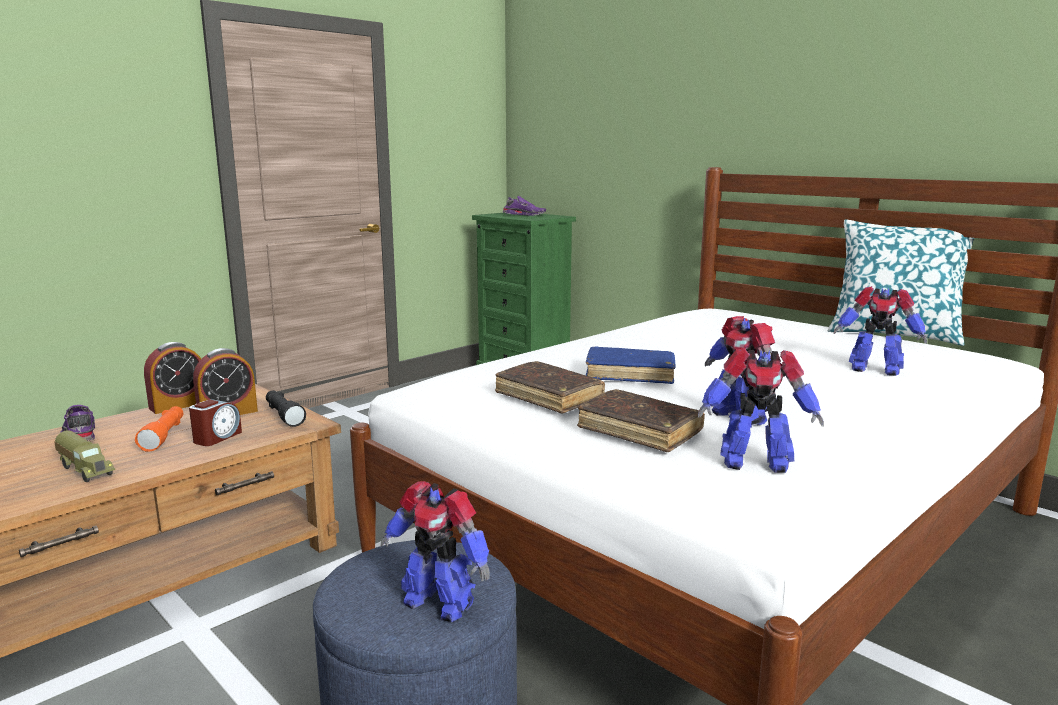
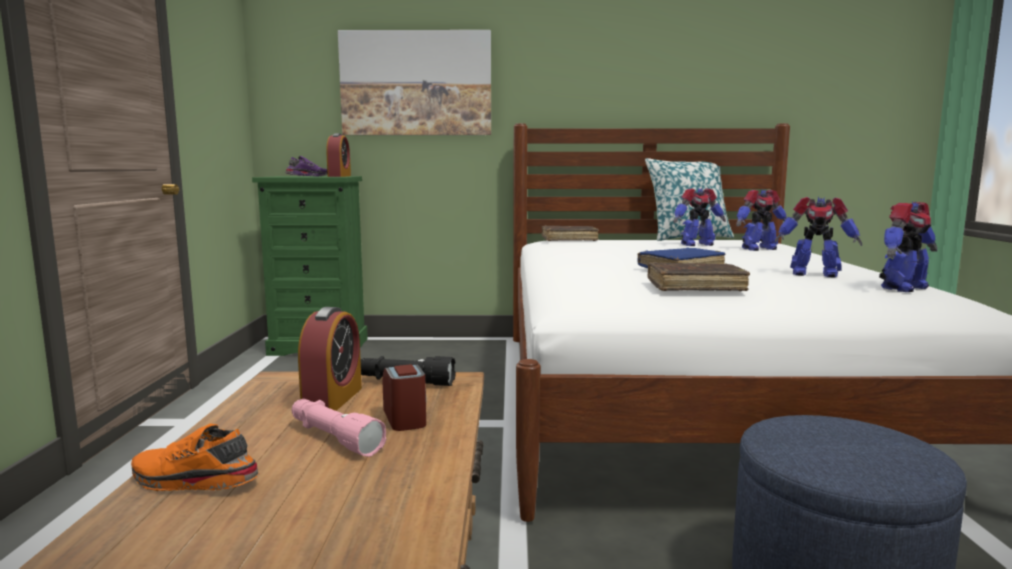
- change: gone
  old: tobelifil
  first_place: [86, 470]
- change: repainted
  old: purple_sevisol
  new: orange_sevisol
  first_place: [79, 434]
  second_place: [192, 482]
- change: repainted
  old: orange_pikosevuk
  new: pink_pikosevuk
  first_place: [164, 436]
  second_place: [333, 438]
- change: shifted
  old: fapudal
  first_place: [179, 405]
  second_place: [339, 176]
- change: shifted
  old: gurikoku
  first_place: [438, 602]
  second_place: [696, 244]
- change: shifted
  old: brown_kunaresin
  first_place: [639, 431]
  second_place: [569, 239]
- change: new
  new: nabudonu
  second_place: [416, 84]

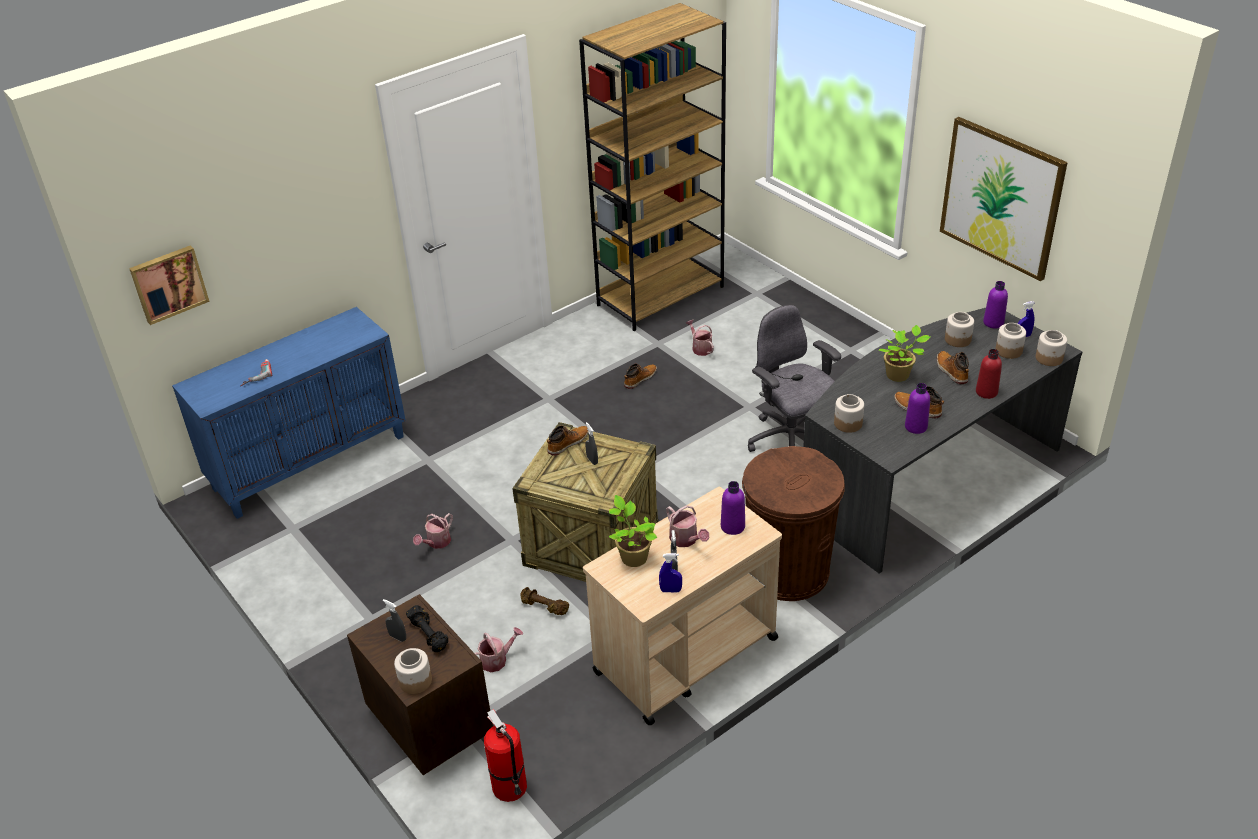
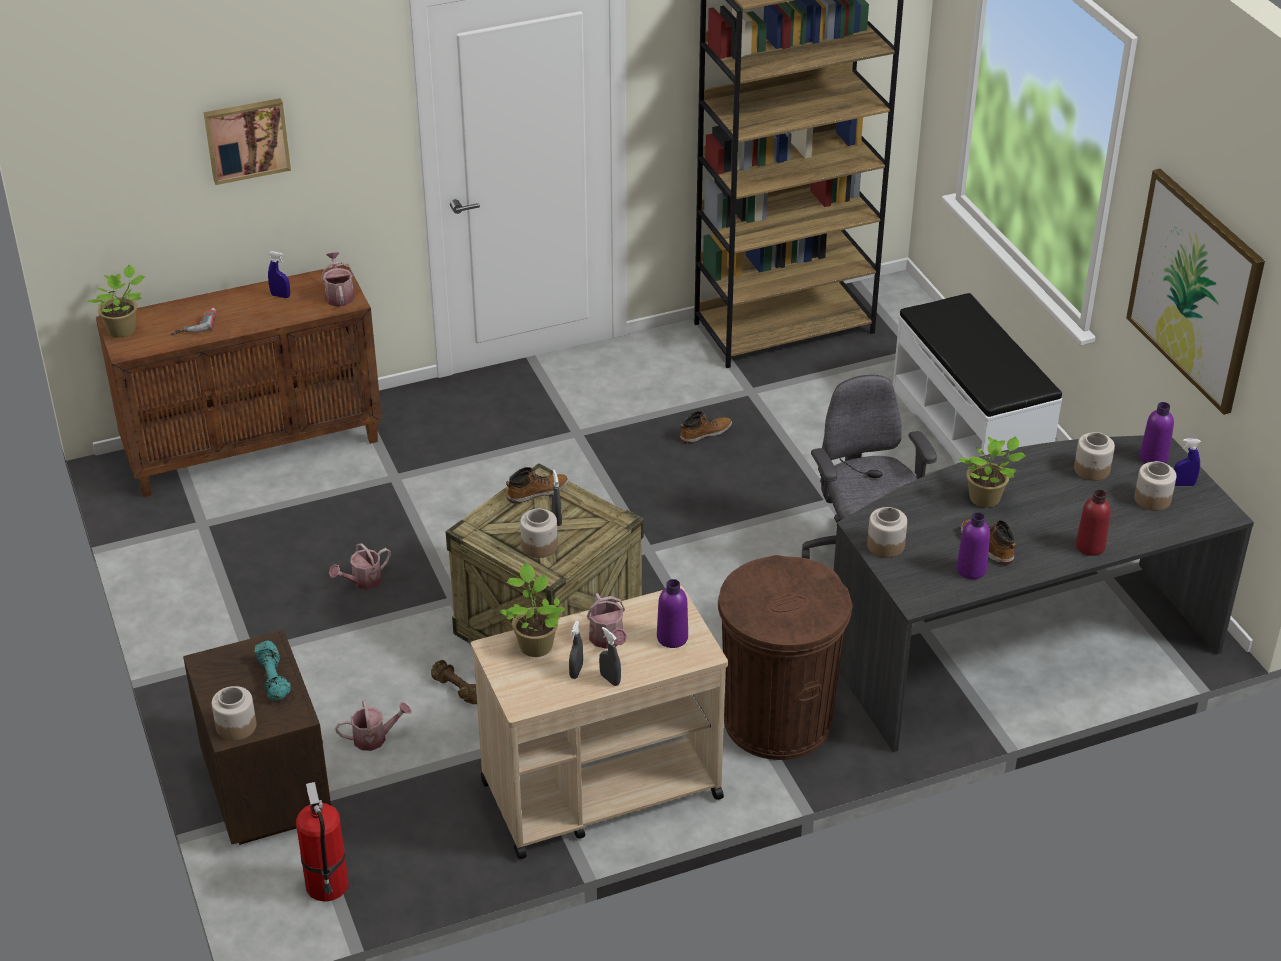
- change: shifted
  old: nabudonu
  first_place: [168, 283]
  second_place: [246, 139]
- change: repainted
  old: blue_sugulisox
  new: brown_sugulisox
  first_place: [310, 461]
  second_place: [255, 447]
- change: shifted
  old: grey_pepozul
  first_place: [397, 637]
  second_place: [610, 679]
- change: repainted
  old: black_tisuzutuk
  new: turquoise_tisuzutuk
  first_place: [429, 634]
  second_place: [274, 679]
- change: shifted
  old: blue_pepozul
  first_place: [670, 590]
  second_place: [280, 296]
- change: shifted
  old: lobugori
  first_place: [700, 348]
  second_place: [339, 295]
- change: gone
  old: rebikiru
  first_place: [951, 371]
- change: shifted
  old: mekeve
  first_place: [1049, 358]
  second_place: [539, 546]
- change: new
  new: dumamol
  second_place: [124, 330]
- change: new
  new: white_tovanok
  second_place: [970, 430]

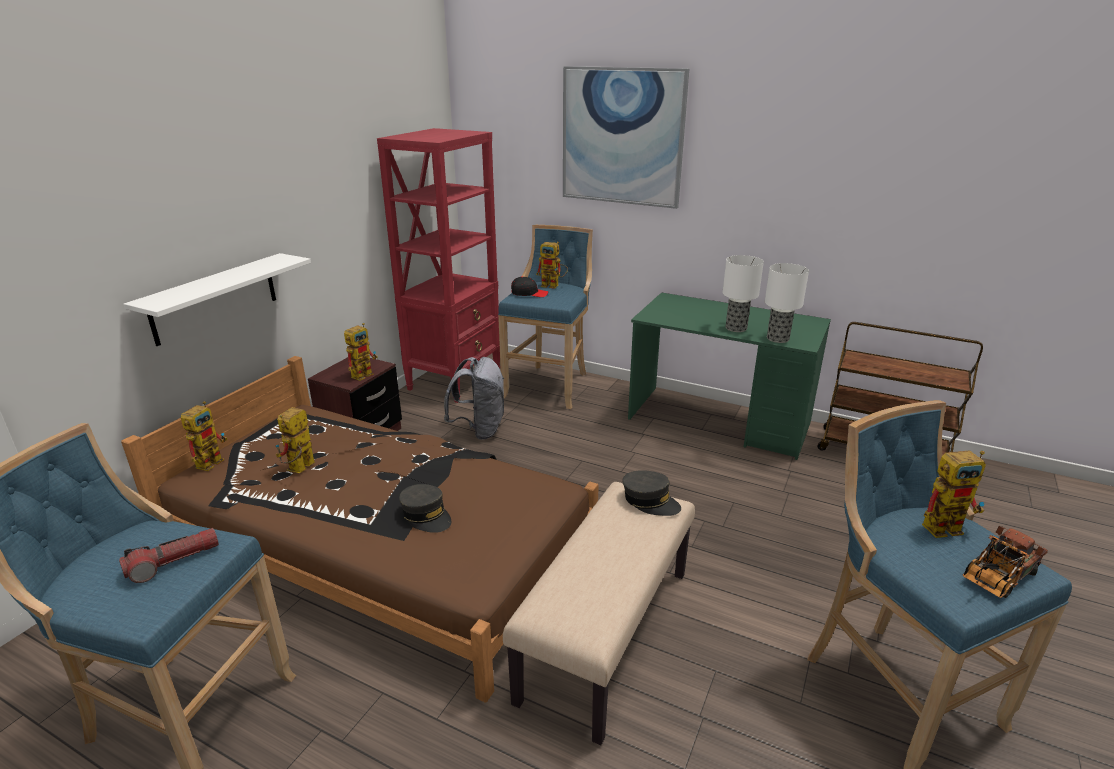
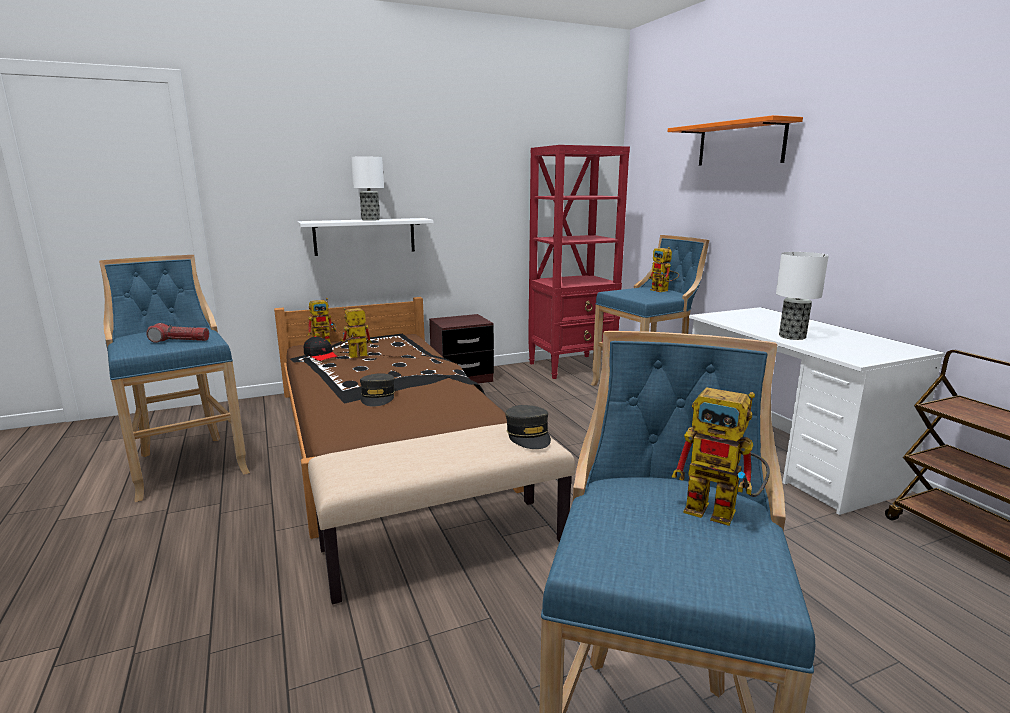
- change: gone
  old: gurikoku
  first_place: [364, 373]
- change: gone
  old: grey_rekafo
  first_place: [479, 430]
- change: shifted
  old: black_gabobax
  first_place: [529, 293]
  second_place: [320, 355]
- change: swapped
  old: nabudonu
  new: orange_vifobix
  first_place: [622, 137]
  second_place: [740, 144]
- change: repainted
  old: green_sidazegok
  new: white_sidazegok
  first_place: [719, 421]
  second_place: [783, 457]
- change: shifted
  old: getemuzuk
  first_place: [777, 338]
  second_place: [370, 219]
- change: gone
  old: tobelifil
  first_place: [996, 578]

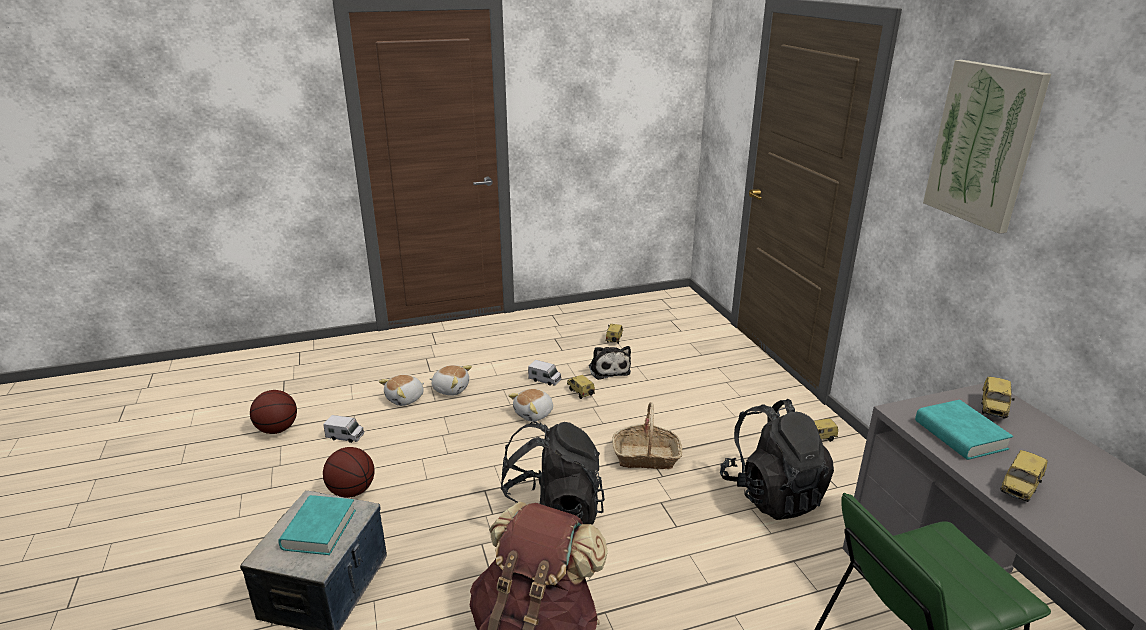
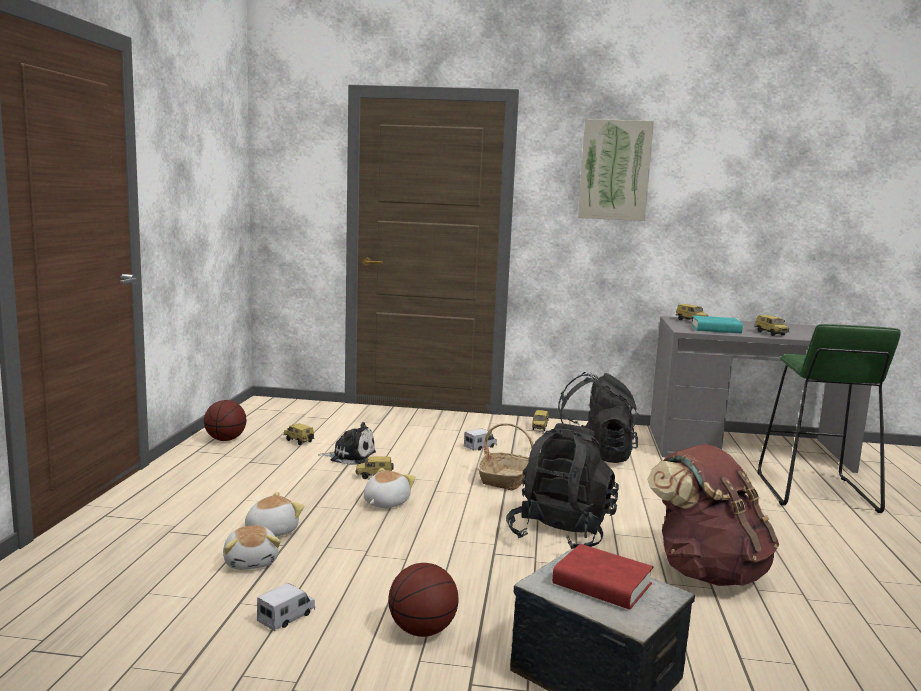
- change: shifted
  old: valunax
  first_place: [277, 429]
  second_place: [225, 439]
- change: repainted
  old: turquoise_kunaresin
  new: red_kunaresin
  first_place: [319, 529]
  second_place: [602, 584]
- change: rotated
  old: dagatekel
  first_place: [534, 414]
  second_place: [385, 503]
  degrees: -135
- change: shifted
  old: tobelifil
  first_place: [545, 380]
  second_place: [480, 447]

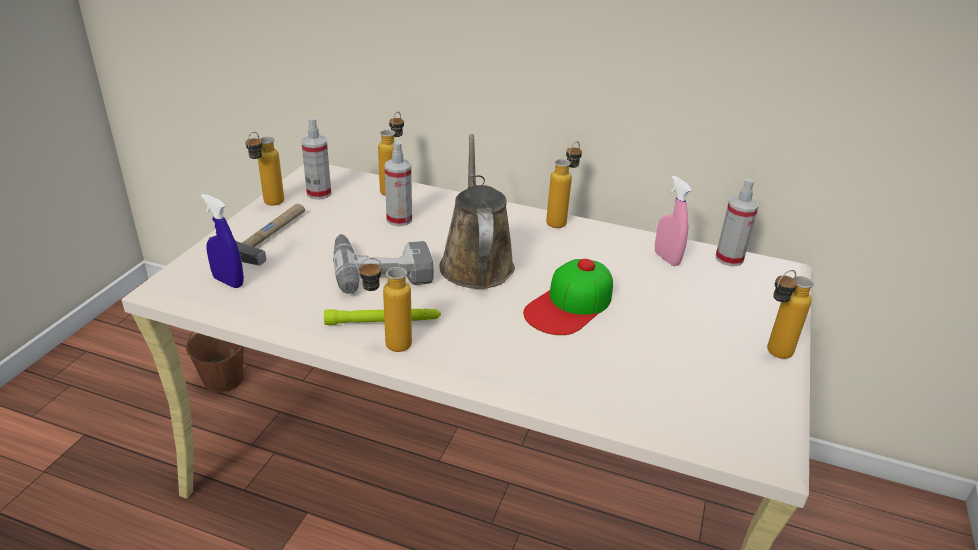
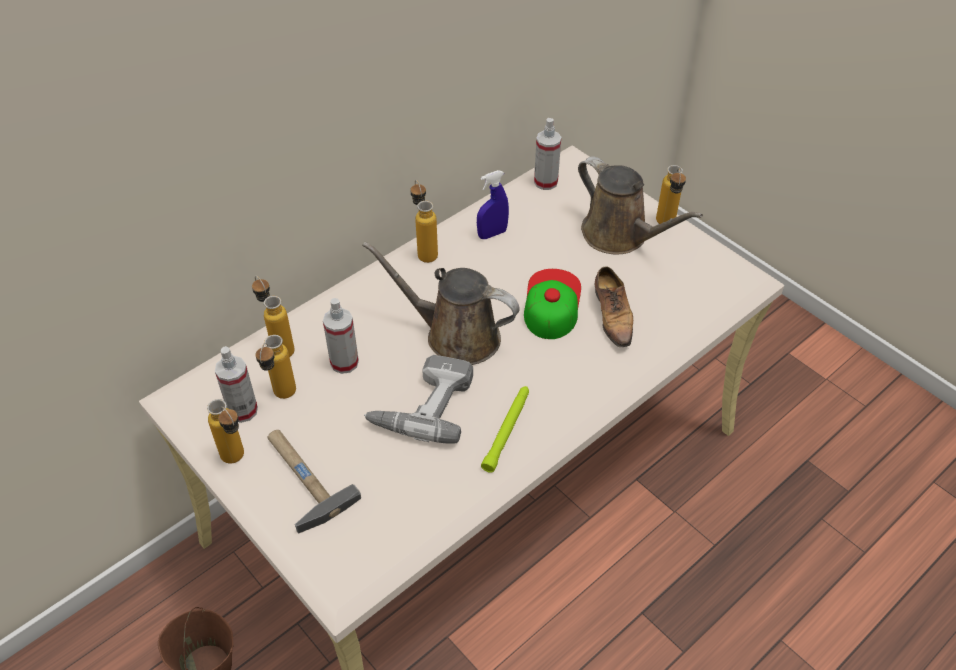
- change: shifted
  old: blue_pepozul
  first_place: [228, 282]
  second_place: [492, 234]
- change: shifted
  old: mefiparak
  first_place: [387, 346]
  second_place: [281, 398]
- change: rotated
  old: gabobax
  first_place: [570, 305]
  second_place: [551, 303]
  degrees: -150
- change: gone
  old: pink_pepozul
  first_place: [666, 258]
- change: new
  new: brown_lobugori
  second_place: [620, 235]
- change: new
  new: sevisol
  second_place: [613, 315]

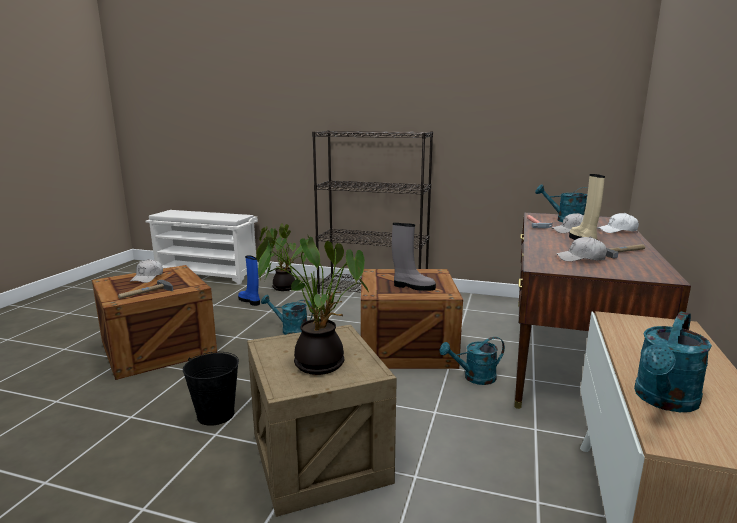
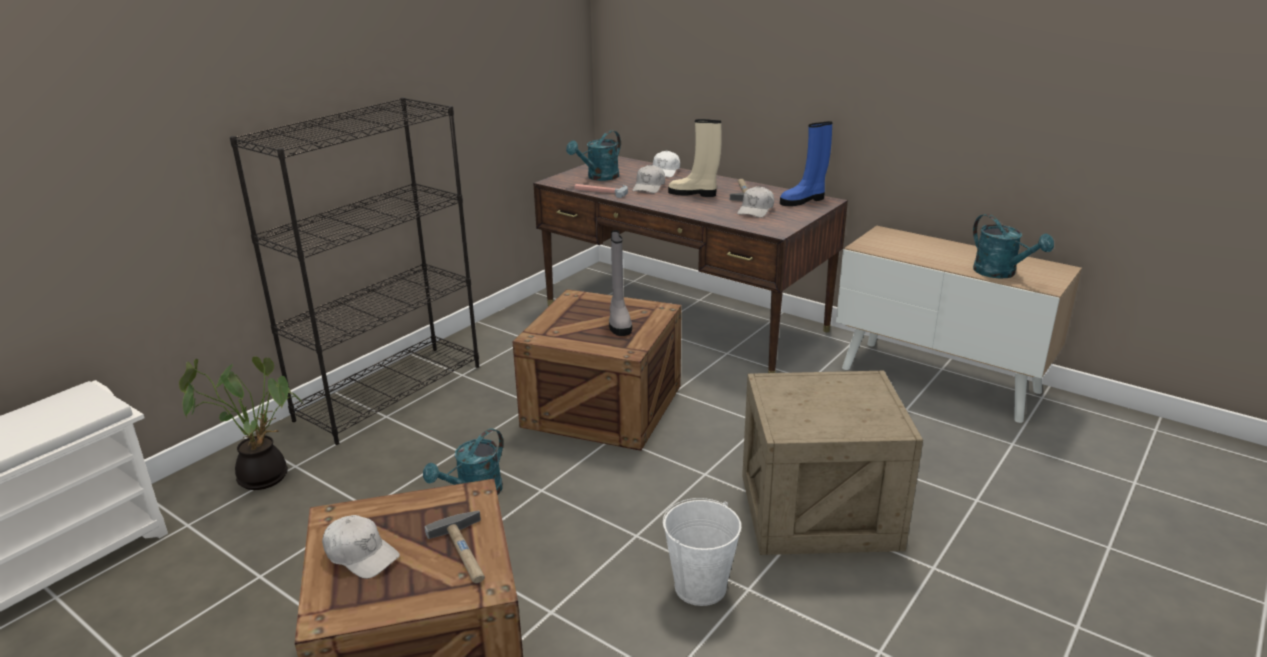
- change: repainted
  old: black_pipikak
  new: white_pipikak
  first_place: [215, 414]
  second_place: [701, 587]
- change: shifted
  old: blue_rebikiru
  first_place: [250, 301]
  second_place: [803, 200]
- change: gone
  old: dumamol
  first_place: [319, 362]
- change: rotated
  old: grey_rebikiru
  first_place: [412, 287]
  second_place: [619, 322]
  degrees: 135
- change: gone
  old: turquoise_lobugori
  first_place: [474, 378]

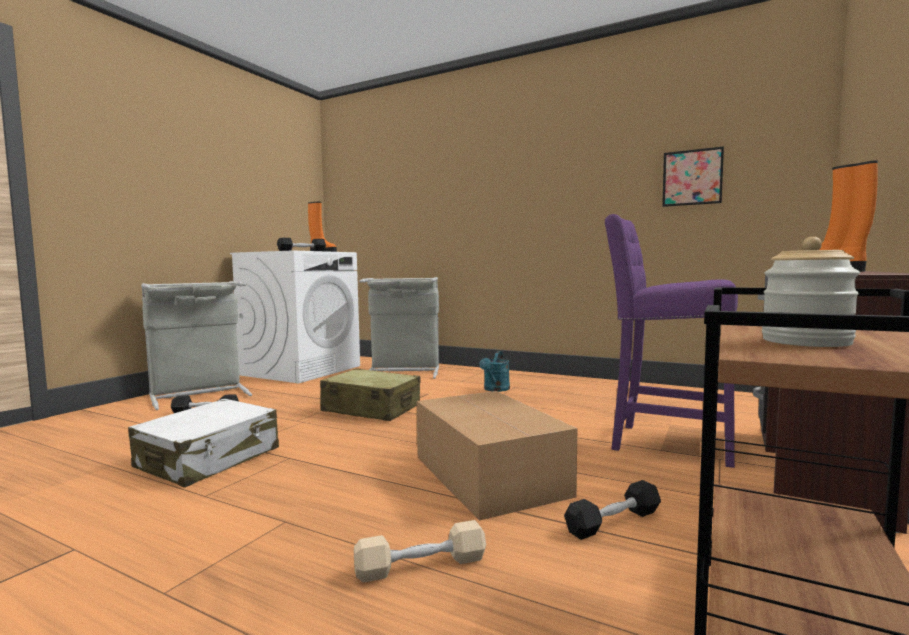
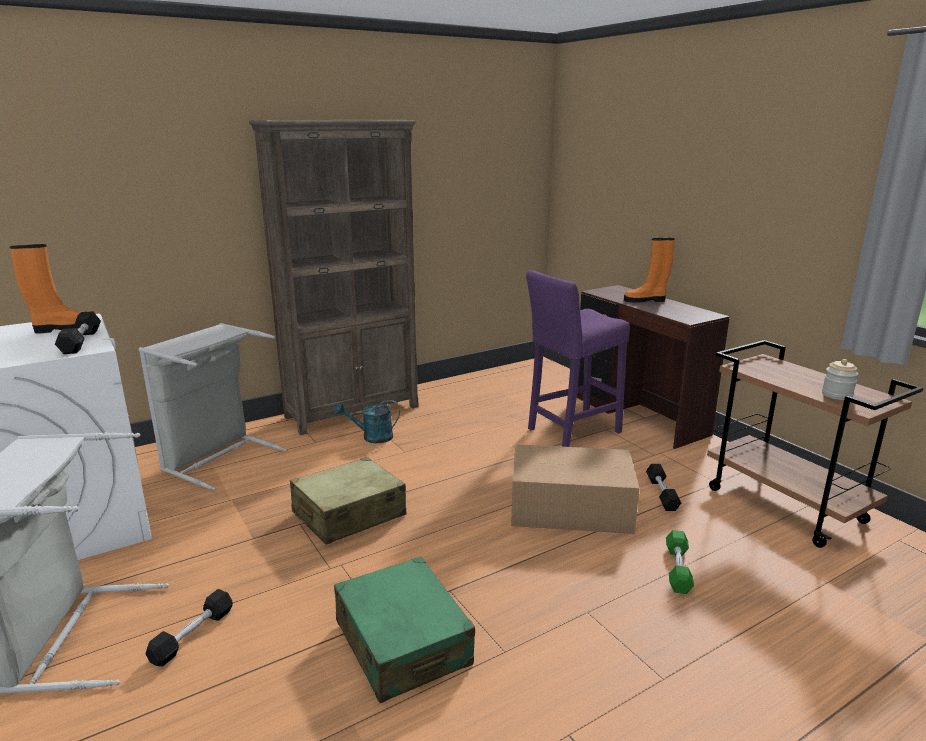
- change: repainted
  old: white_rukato
  new: green_rukato
  first_place: [209, 459]
  second_place: [402, 643]
- change: repainted
  old: beige_tisuzutuk
  new: green_tisuzutuk
  first_place: [421, 566]
  second_place: [677, 569]
- change: rotated
  old: turquoise_lobugori
  first_place: [495, 389]
  second_place: [372, 437]
  degrees: 120
- change: gone
  old: nabudonu
  first_place: [692, 177]
- change: new
  new: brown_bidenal
  second_place: [353, 411]

